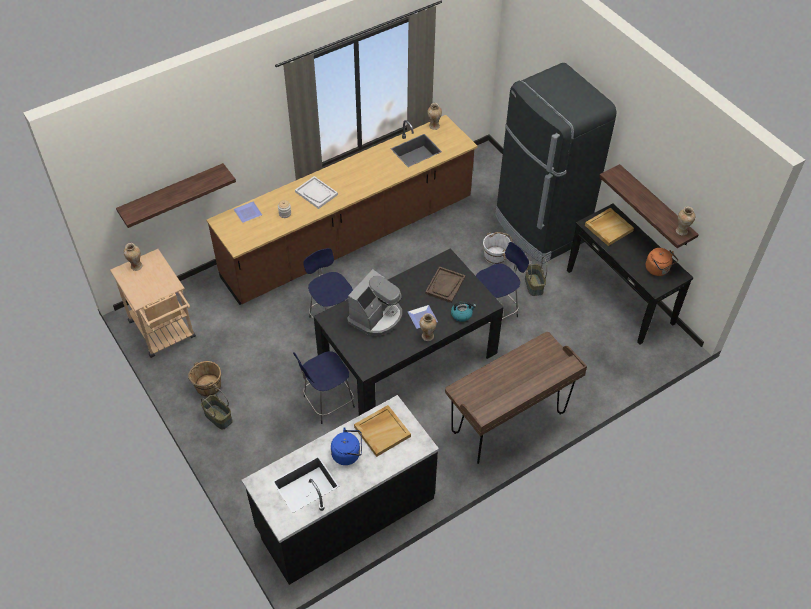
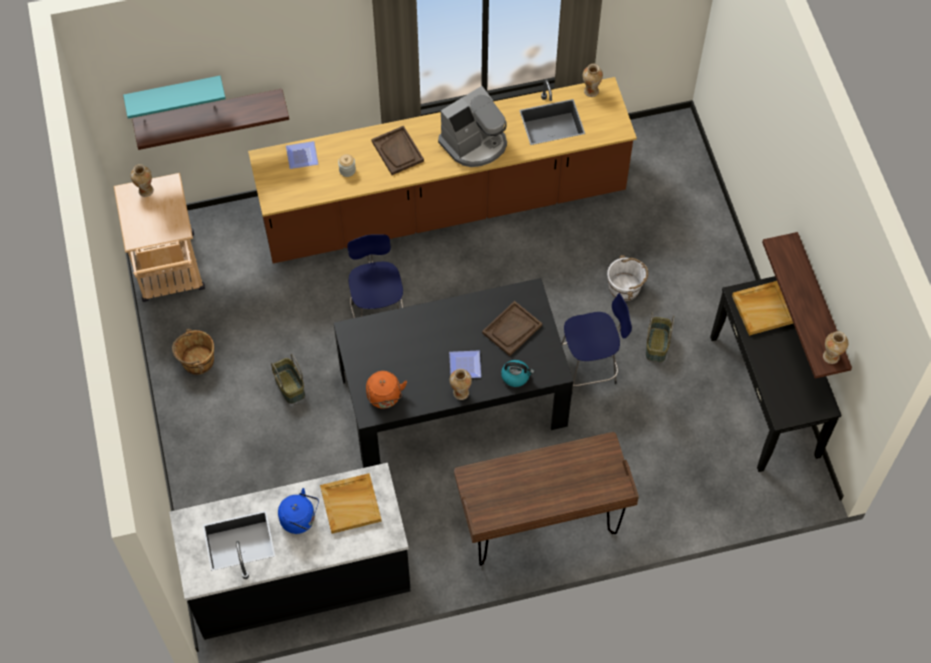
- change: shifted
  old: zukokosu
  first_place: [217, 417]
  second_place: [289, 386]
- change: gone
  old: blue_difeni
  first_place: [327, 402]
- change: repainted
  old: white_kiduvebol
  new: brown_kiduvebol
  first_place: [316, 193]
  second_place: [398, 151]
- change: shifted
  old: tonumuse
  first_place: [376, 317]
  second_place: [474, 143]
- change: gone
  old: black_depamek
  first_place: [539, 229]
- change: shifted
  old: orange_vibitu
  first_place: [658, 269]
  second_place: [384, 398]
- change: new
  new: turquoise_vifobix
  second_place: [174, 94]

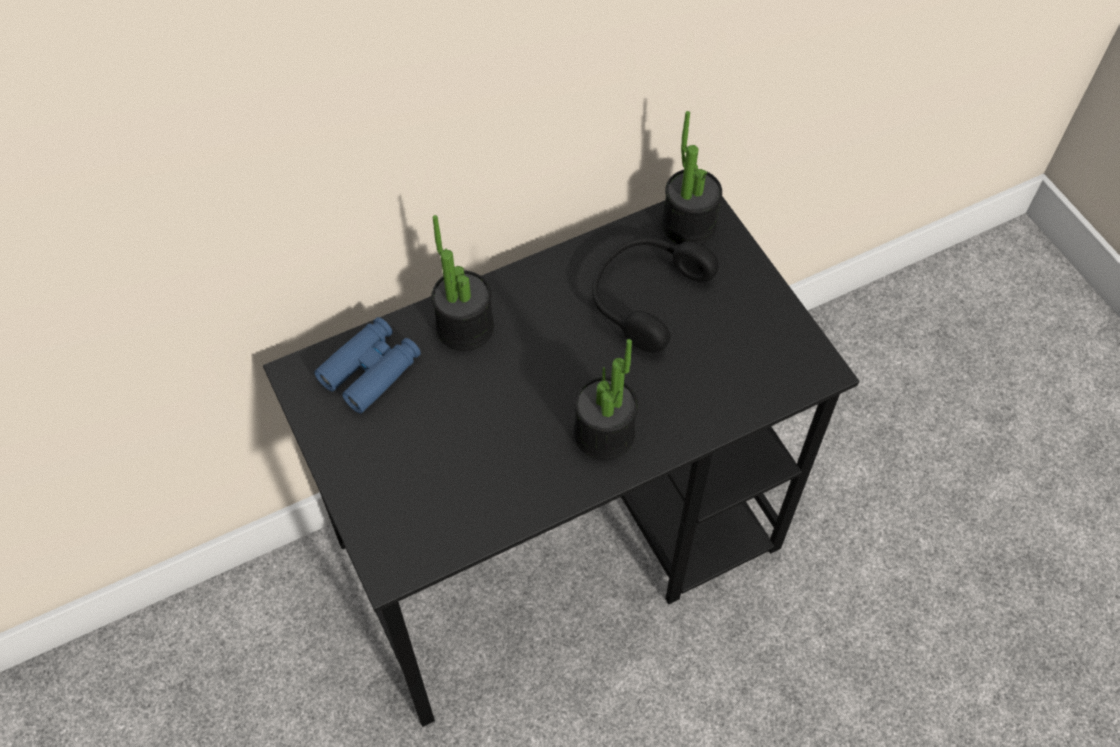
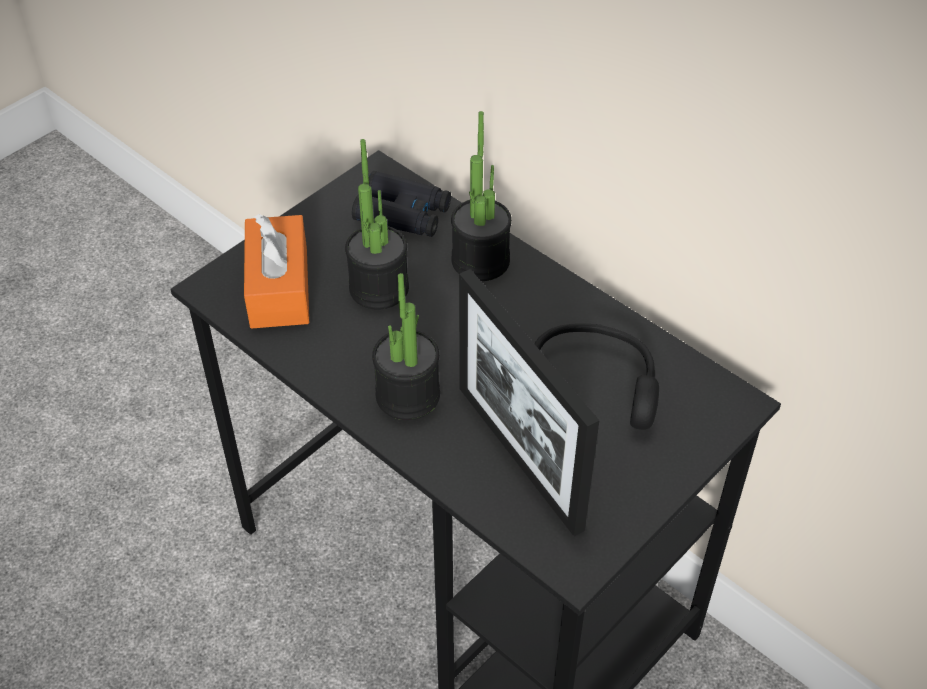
- change: repainted
  old: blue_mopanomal
  new: black_mopanomal
  first_place: [370, 370]
  second_place: [403, 214]
- change: shifted
  old: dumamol
  first_place: [688, 225]
  second_place: [379, 288]
- change: new
  new: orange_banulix
  second_place: [279, 287]
- change: new
  new: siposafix
  second_place: [519, 456]

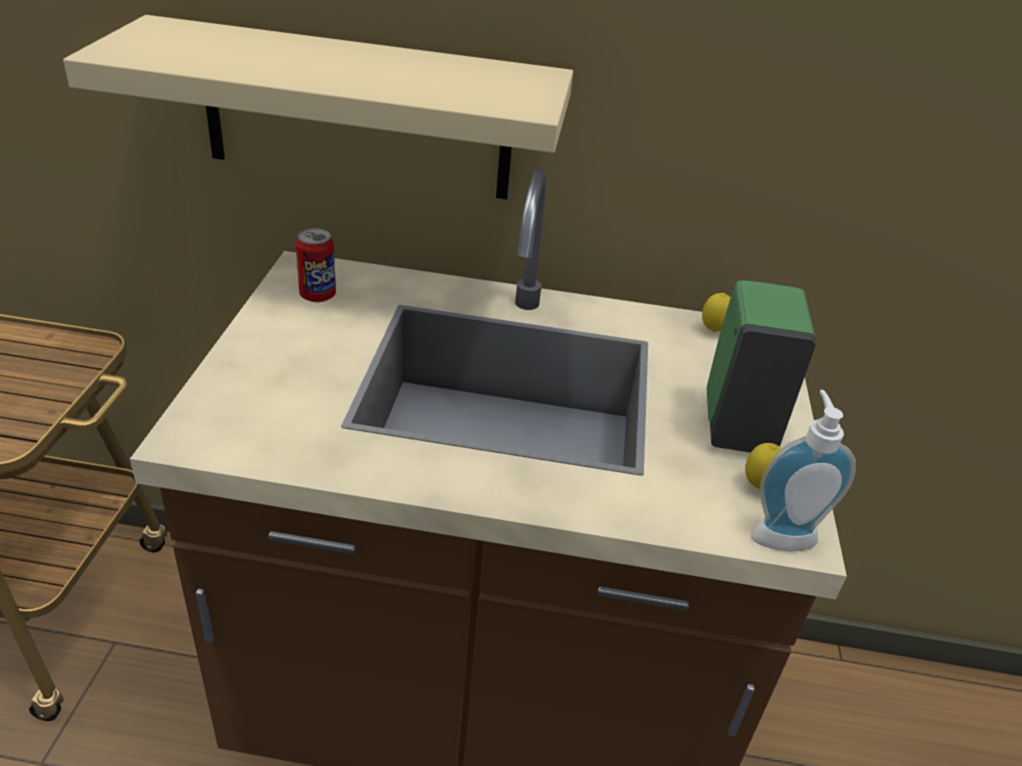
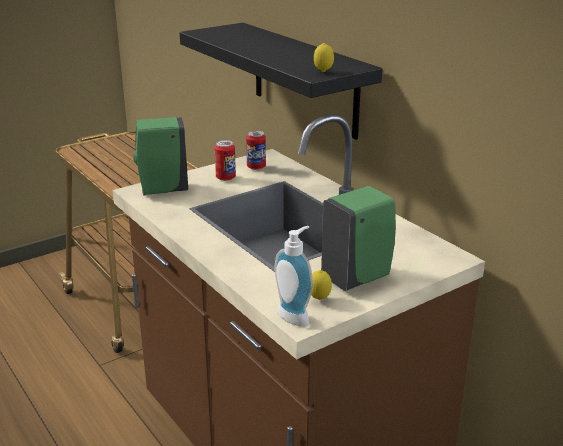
- change: repainted
  old: beige_vifobix
  new: black_vifobix
  first_place: [357, 112]
  second_place: [304, 79]
- change: shifted
  old: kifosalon
  first_place: [713, 331]
  second_place: [323, 72]
- change: new
  new: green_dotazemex
  second_place: [161, 190]
- change: new
  new: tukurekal
  second_place: [225, 178]

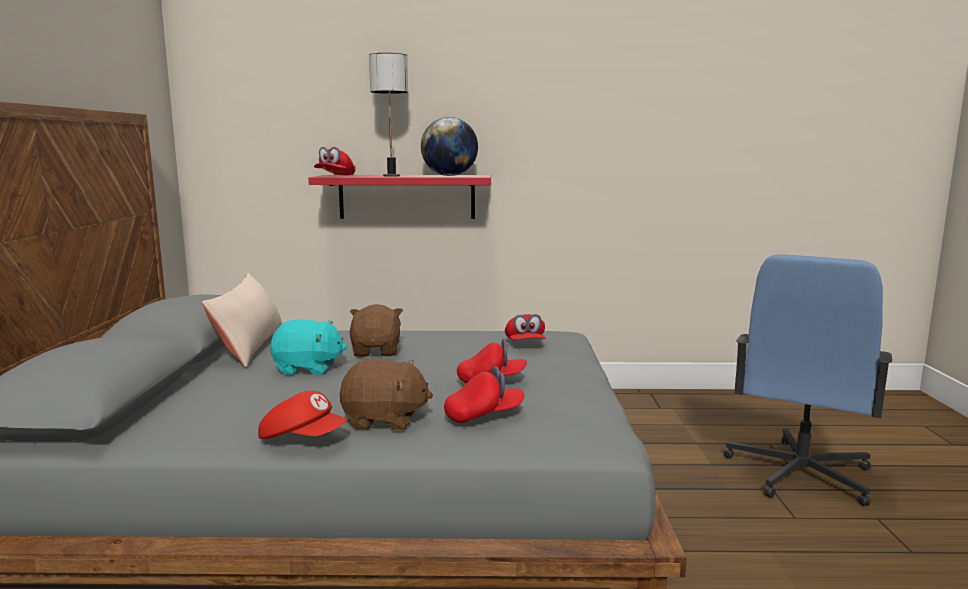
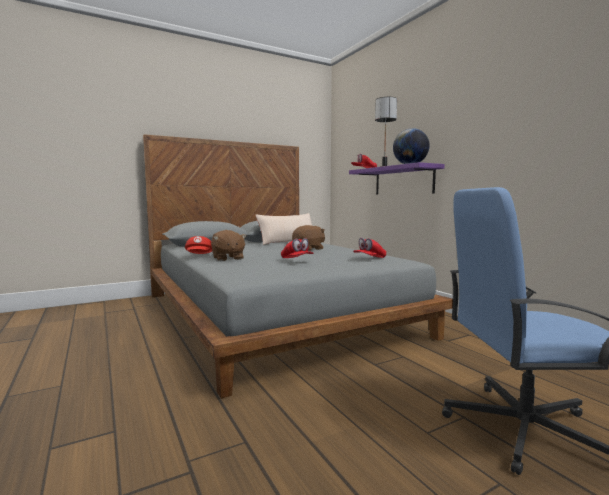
- change: gone
  old: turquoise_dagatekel
  first_place: [308, 369]
- change: repainted
  old: red_vifobix
  new: purple_vifobix
  first_place: [407, 197]
  second_place: [403, 181]
- change: gone
  old: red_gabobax
  first_place: [484, 415]

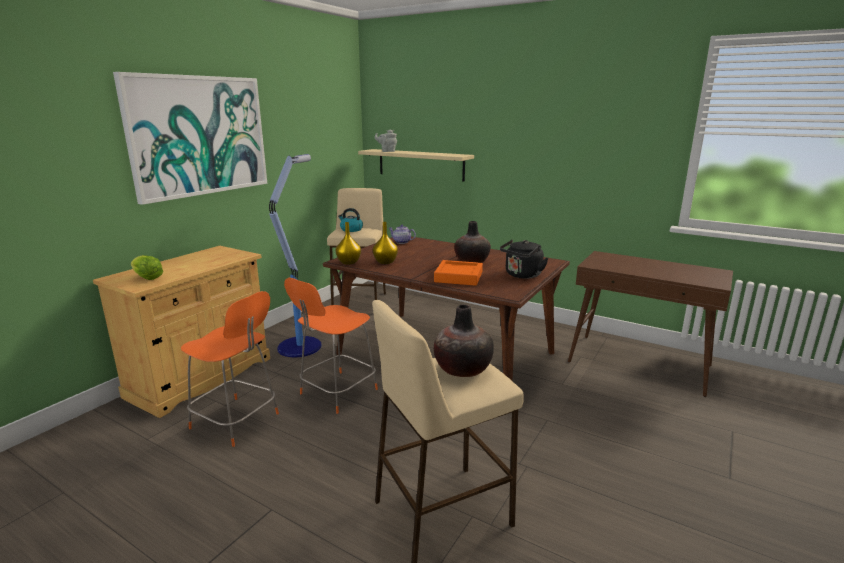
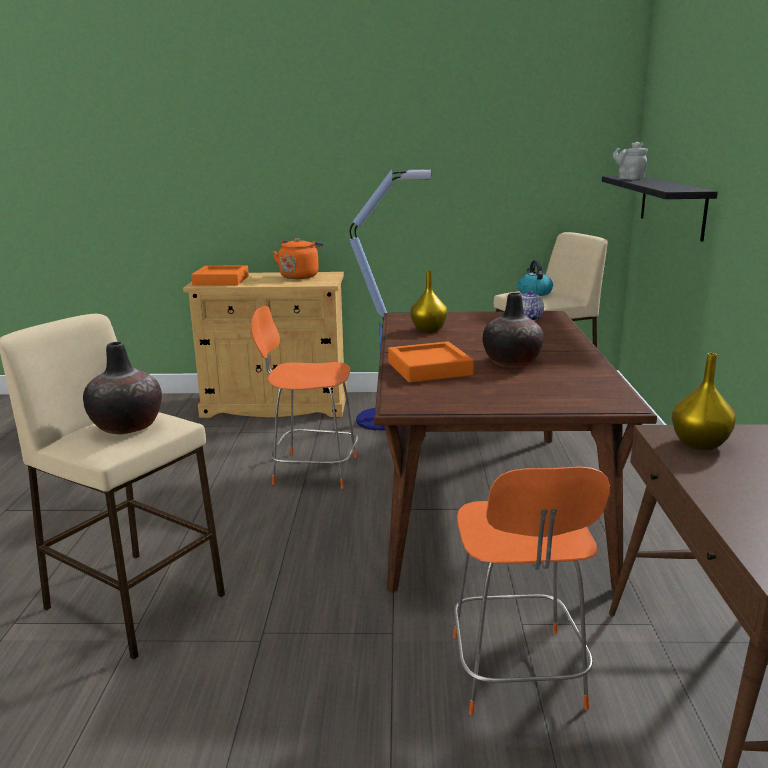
- change: gone
  old: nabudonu
  first_place: [199, 136]
- change: swapped
  old: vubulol
  new: orange_kiduvebol
  first_place: [147, 278]
  second_place: [221, 280]
- change: shifted
  old: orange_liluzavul
  first_place: [237, 422]
  second_place: [517, 675]
- change: shifted
  old: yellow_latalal
  first_place: [348, 262]
  second_place: [698, 443]
- change: repainted
  old: beige_vifobix
  new: black_vifobix
  first_place: [420, 164]
  second_place: [671, 205]
- change: gone
  old: black_vibitu
  first_place: [522, 275]
- change: new
  new: orange_vibitu
  second_place: [300, 276]

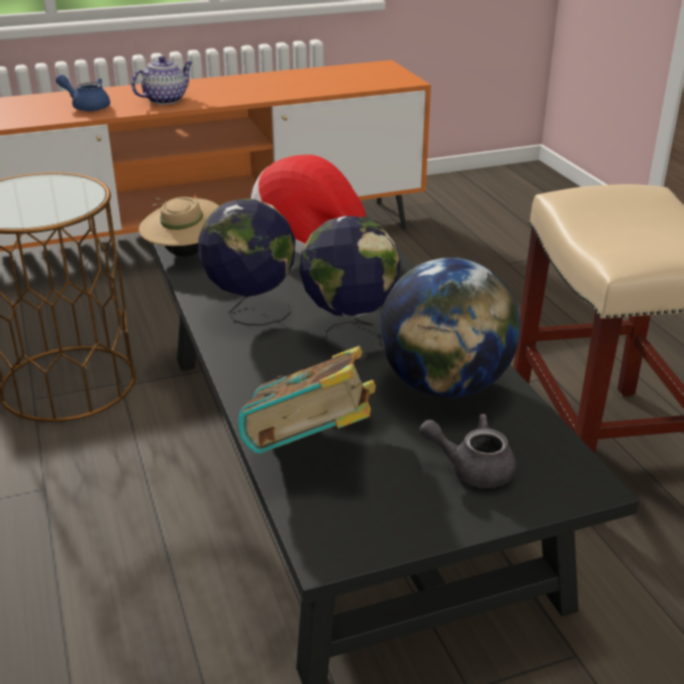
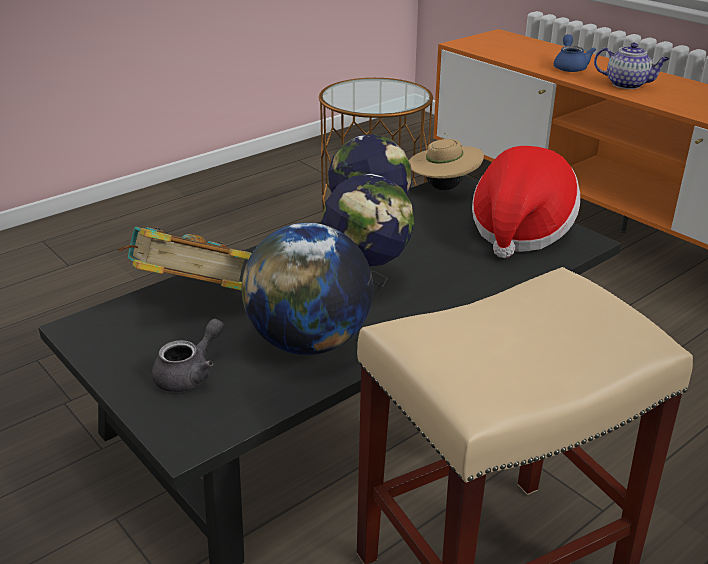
- change: rotated
  old: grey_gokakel
  first_place: [472, 468]
  second_place: [190, 374]
  degrees: 45

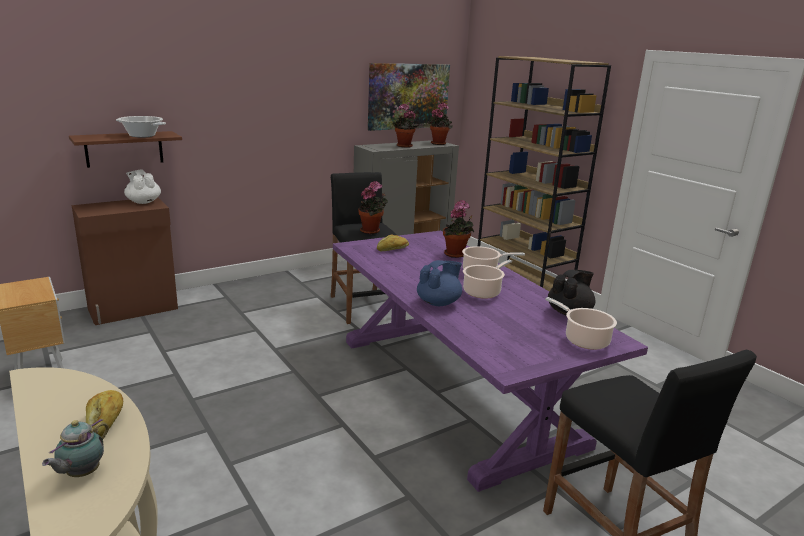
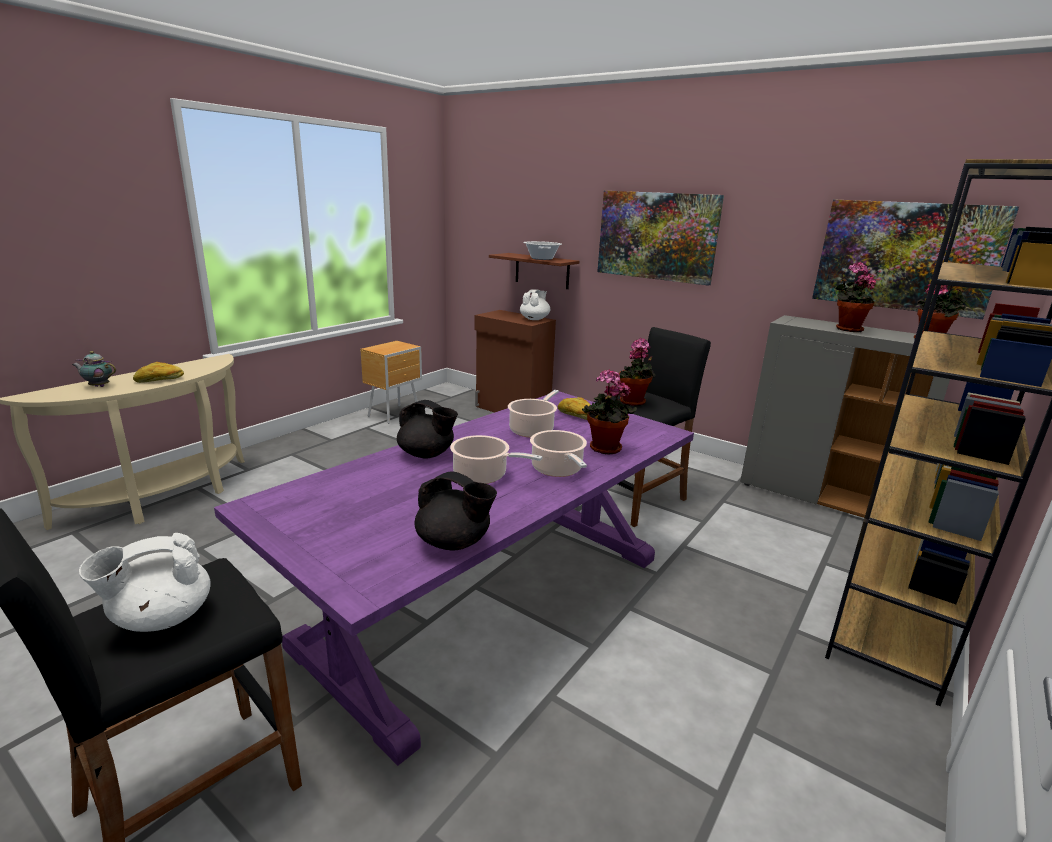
- change: repainted
  old: blue_gokakel
  new: black_gokakel
  first_place: [439, 303]
  second_place: [427, 454]
- change: shifted
  old: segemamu
  first_place: [584, 340]
  second_place: [533, 430]
- change: new
  new: white_gokakel
  second_place: [161, 618]
- change: new
  new: nabudonu
  second_place: [656, 236]

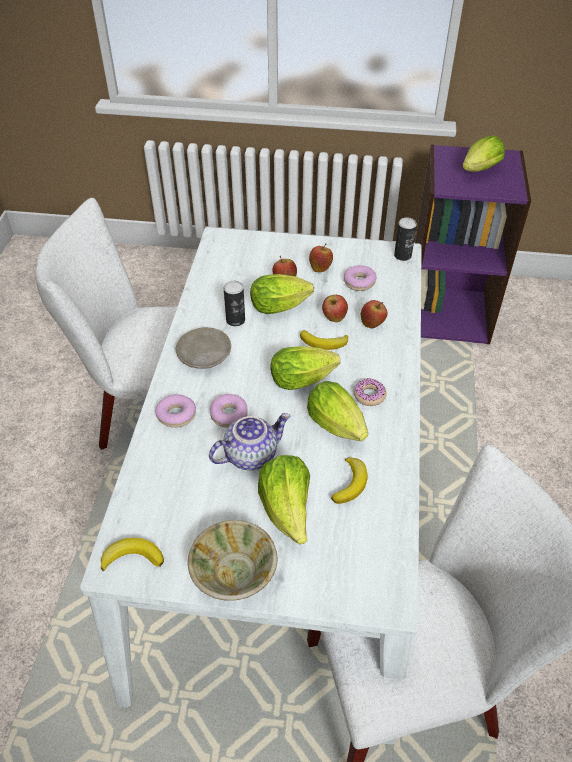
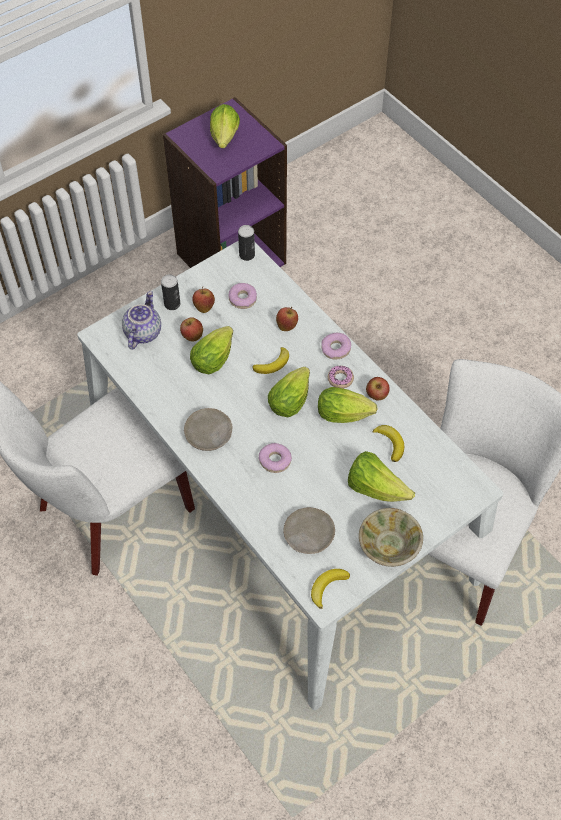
- change: shifted
  old: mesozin
  first_place: [176, 415]
  second_place: [335, 349]
- change: shifted
  old: gokakel
  first_place: [250, 454]
  second_place: [142, 332]
- change: shifted
  old: tukurekal
  first_place: [235, 320]
  second_place: [172, 304]
- change: shifted
  old: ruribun
  first_place: [334, 318]
  second_place: [376, 396]
- change: new
  new: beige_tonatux
  second_place: [308, 535]

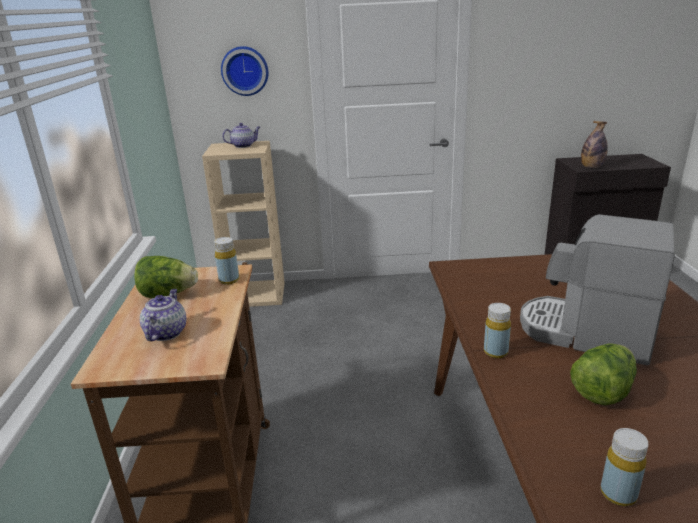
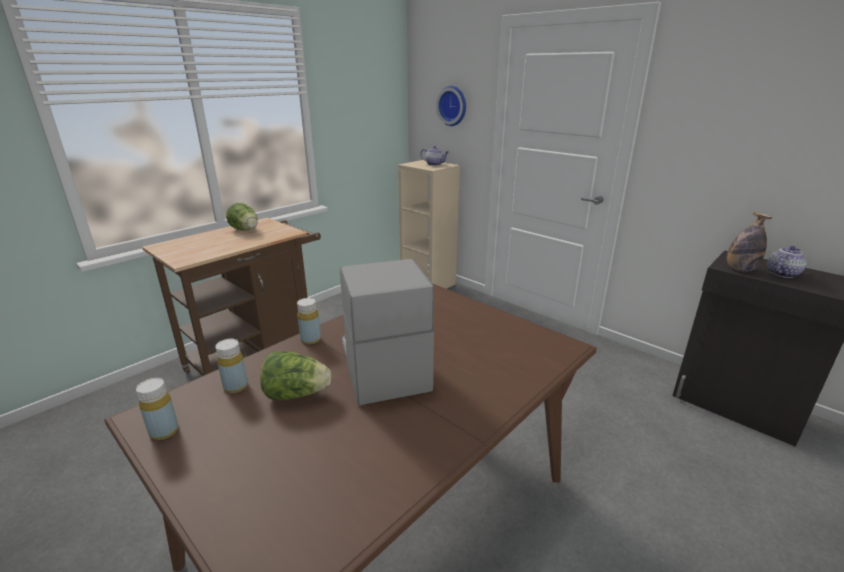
- change: shifted
  old: gokakel
  first_place: [166, 332]
  second_place: [782, 273]
- change: shifted
  old: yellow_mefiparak
  first_place: [229, 280]
  second_place: [236, 386]

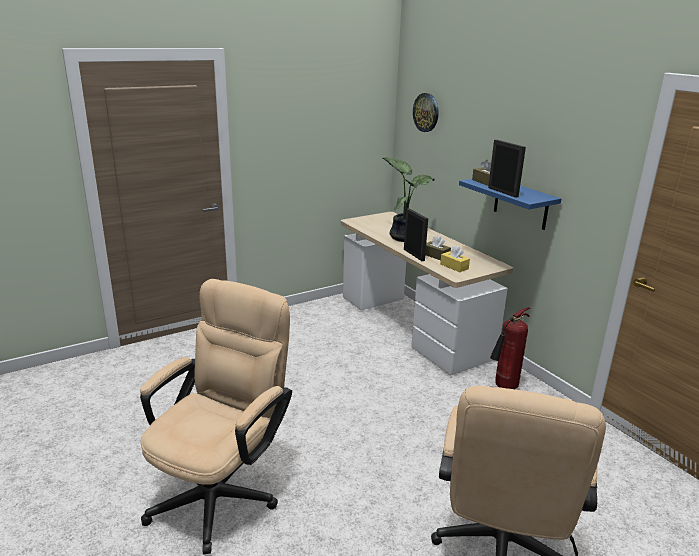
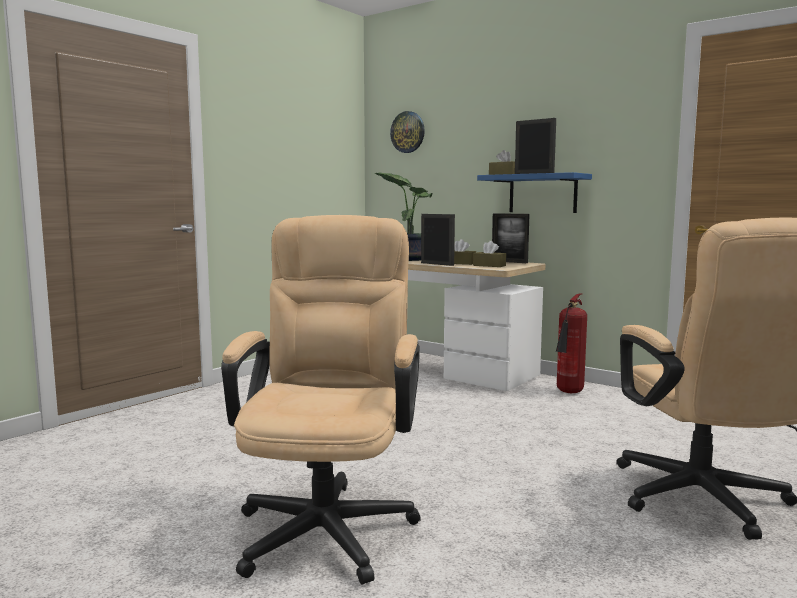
- change: repainted
  old: yellow_banulix
  new: brown_banulix
  first_place: [454, 266]
  second_place: [489, 265]
- change: new
  new: siposafix
  second_place: [509, 262]

